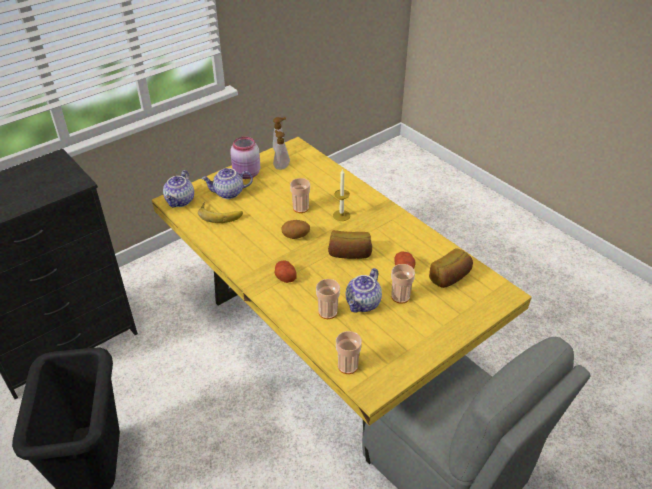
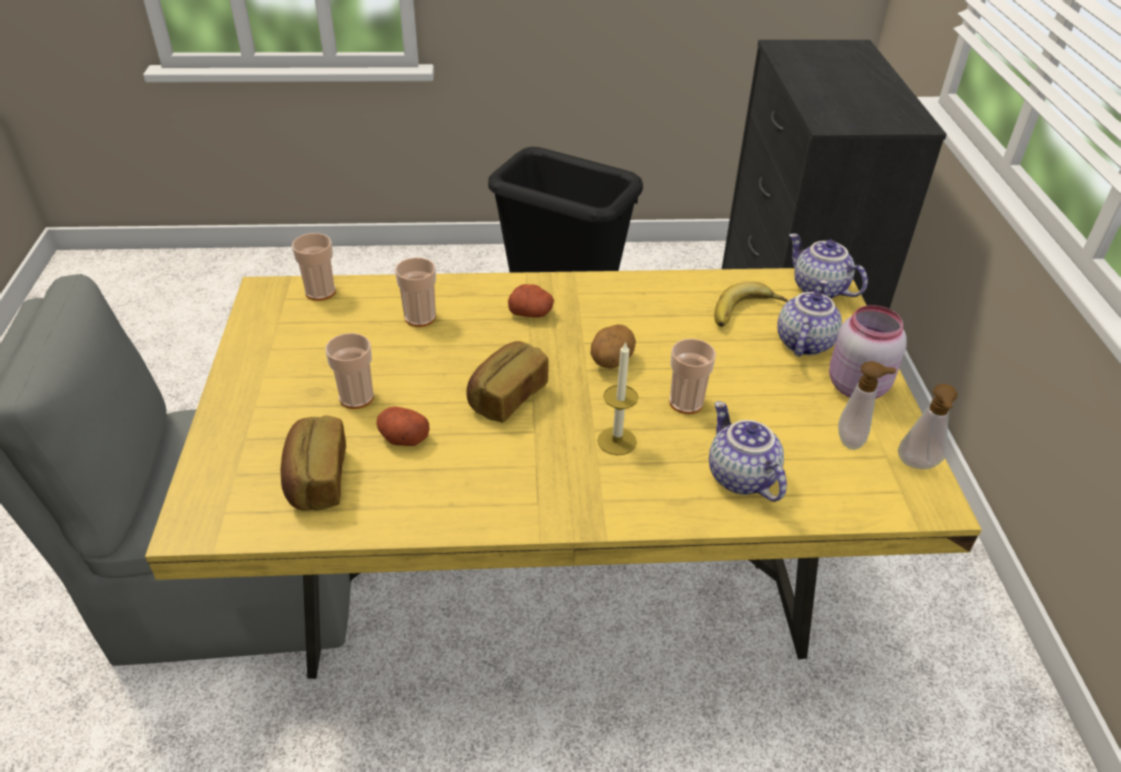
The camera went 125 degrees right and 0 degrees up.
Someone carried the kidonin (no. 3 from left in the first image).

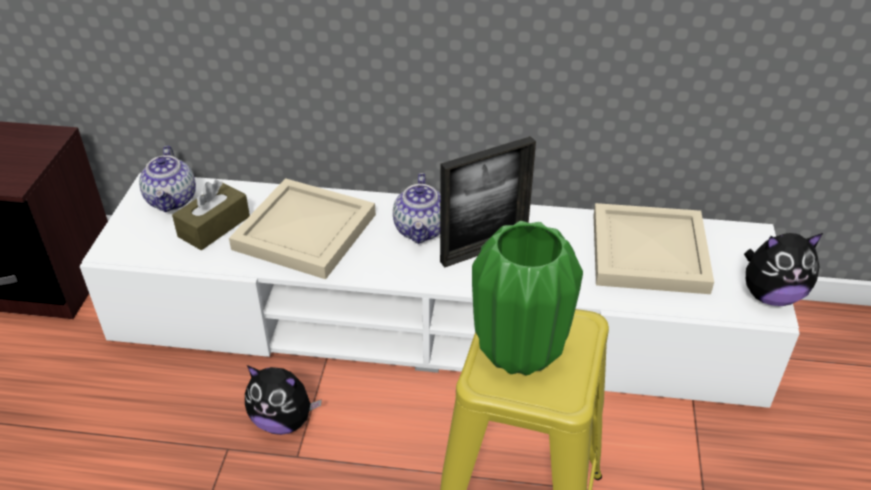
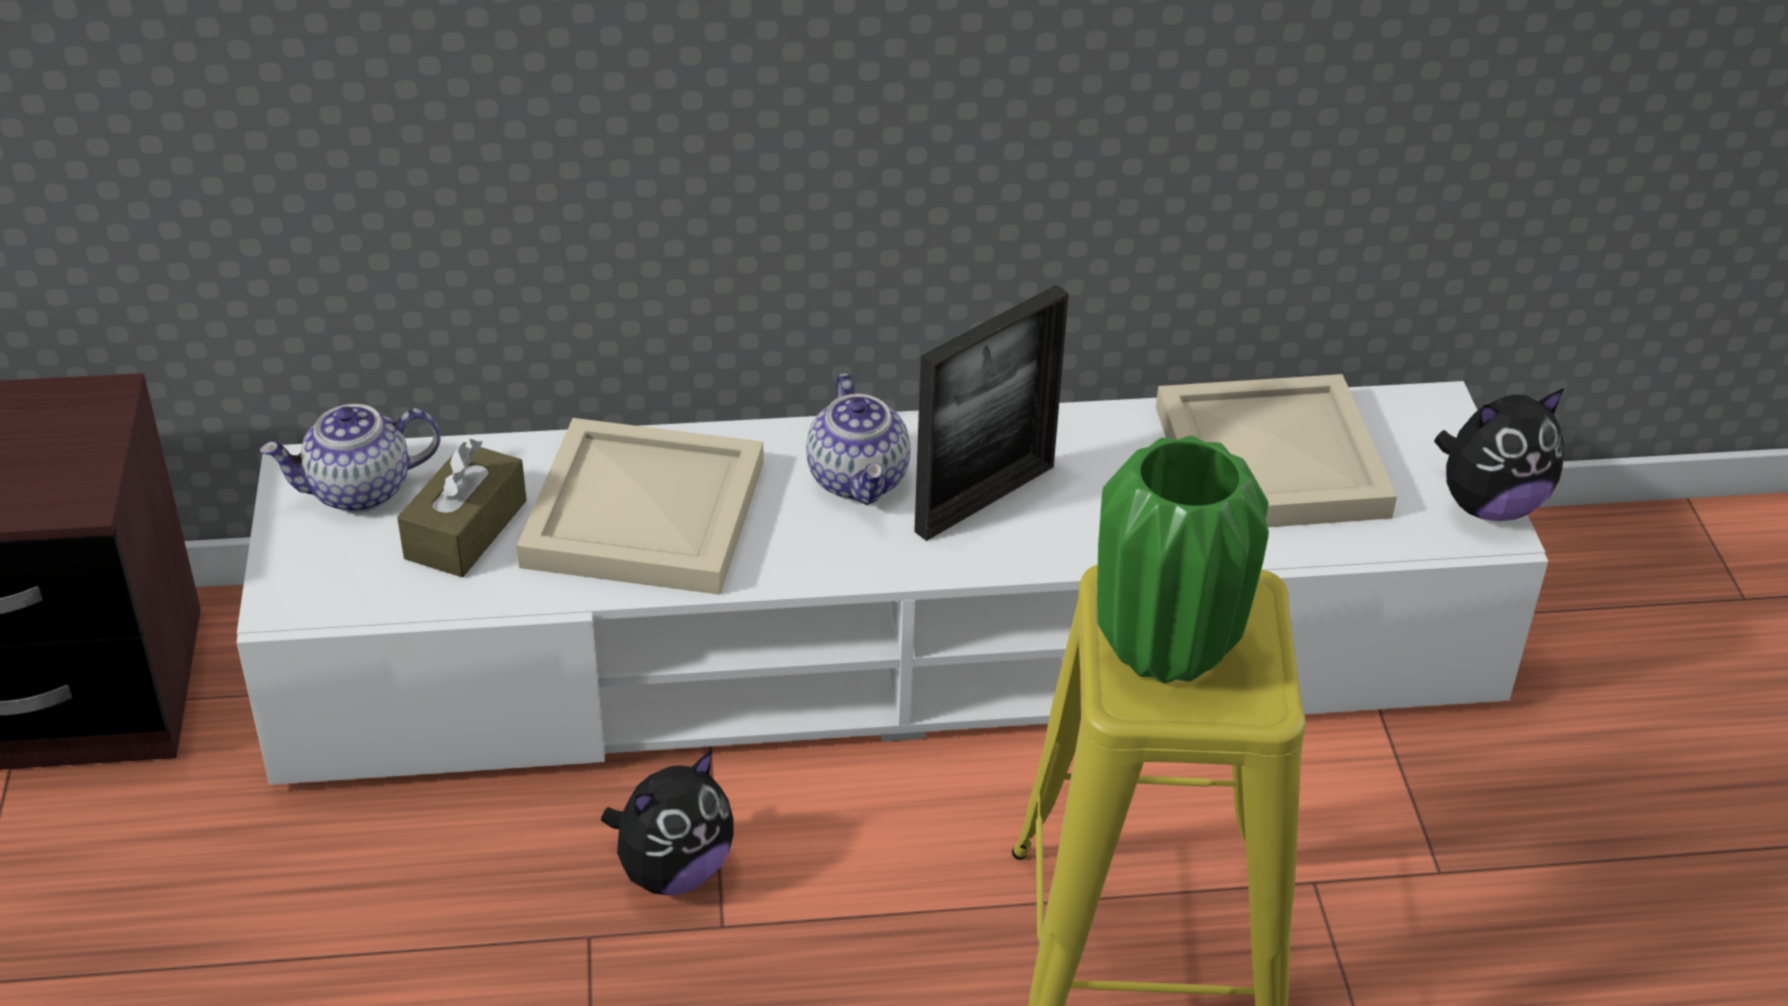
The camera went 15 degrees left and 0 degrees up.
Someone rotated the kidonin (no. 1 from left) by 90 degrees clockwise.
Someone rotated the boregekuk (no. 1 from left) by 45 degrees counterclockwise.

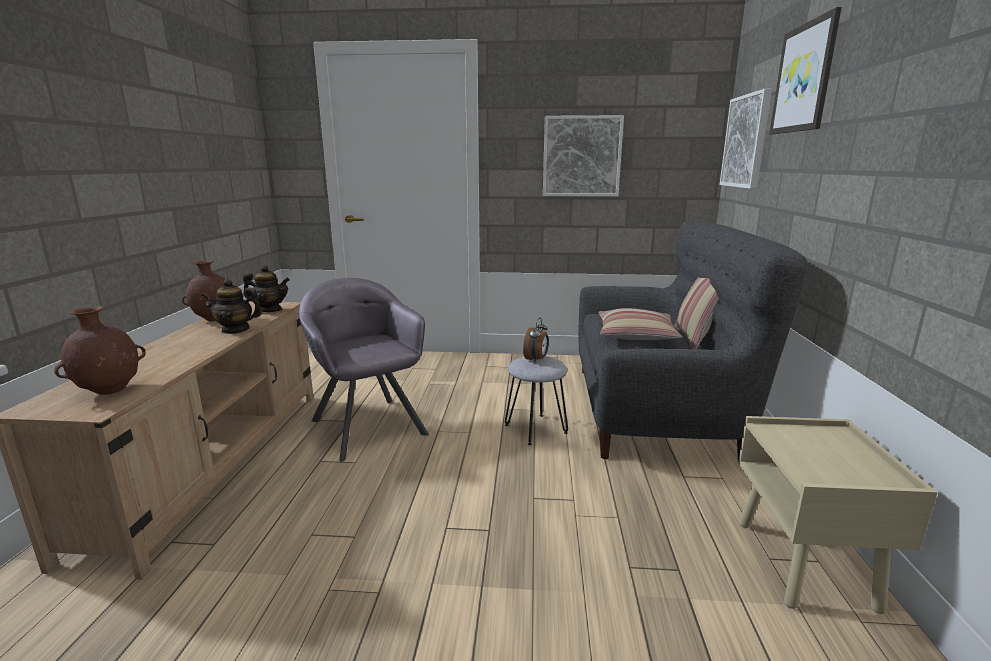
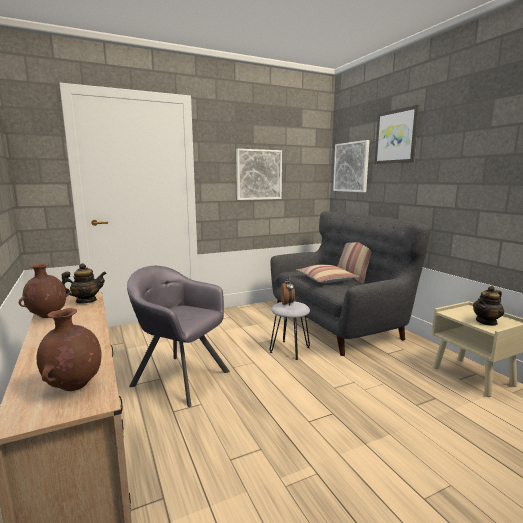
The camera went 30 degrees left and 5 degrees down.
Someone carried the kidonin (no. 1 from left in the first image).

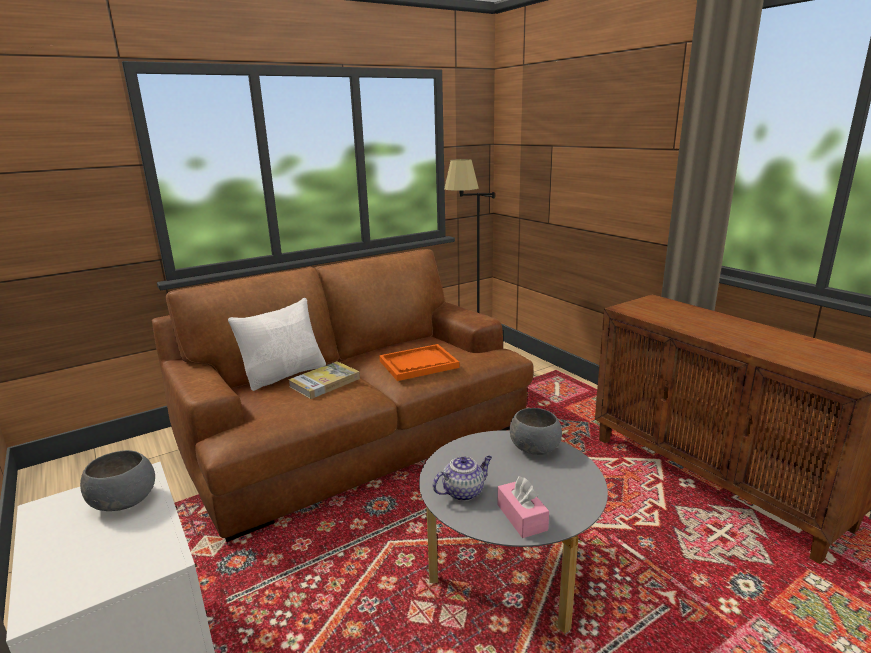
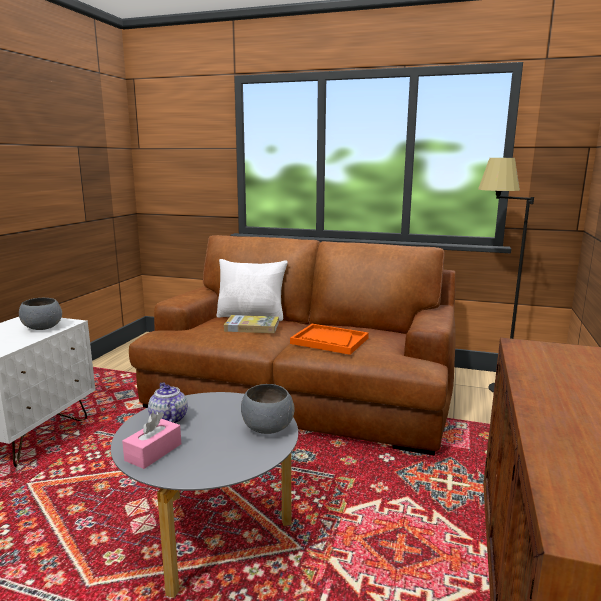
The camera went 50 degrees right and 5 degrees down.
Someone rotated the kidonin by 135 degrees counterclockwise.

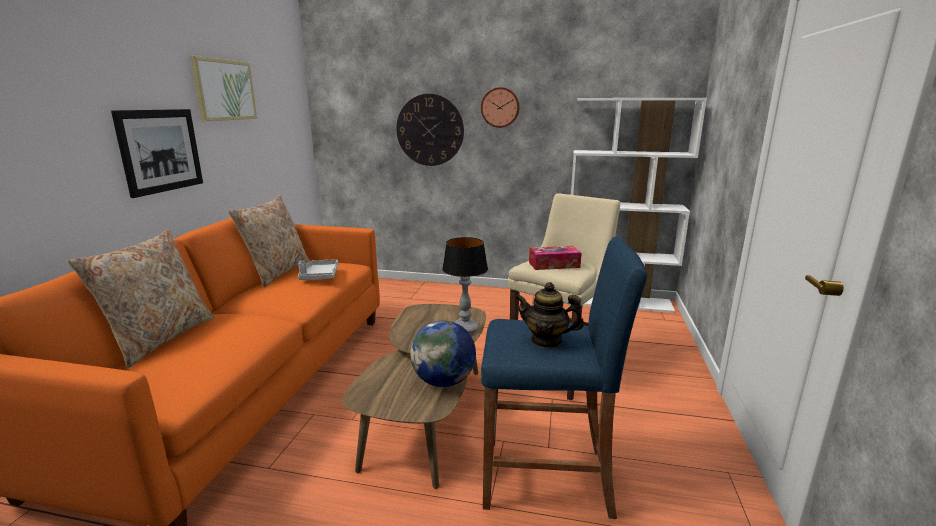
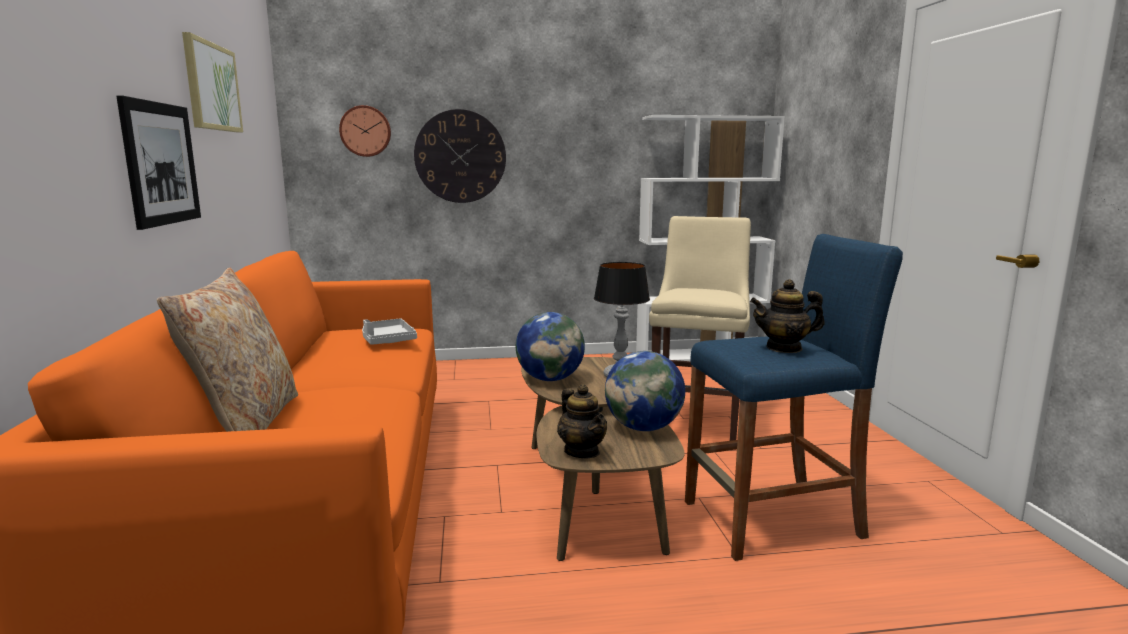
The camera went 20 degrees left and 5 degrees down.
Someone carried the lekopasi (no. 2 from left in the first image).
Someone put down the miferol (no. 1 from left).
Someone put down the kidonin (no. 1 from left).
Someone took away the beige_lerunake (no. 2 from left).
Someone took away the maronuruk.

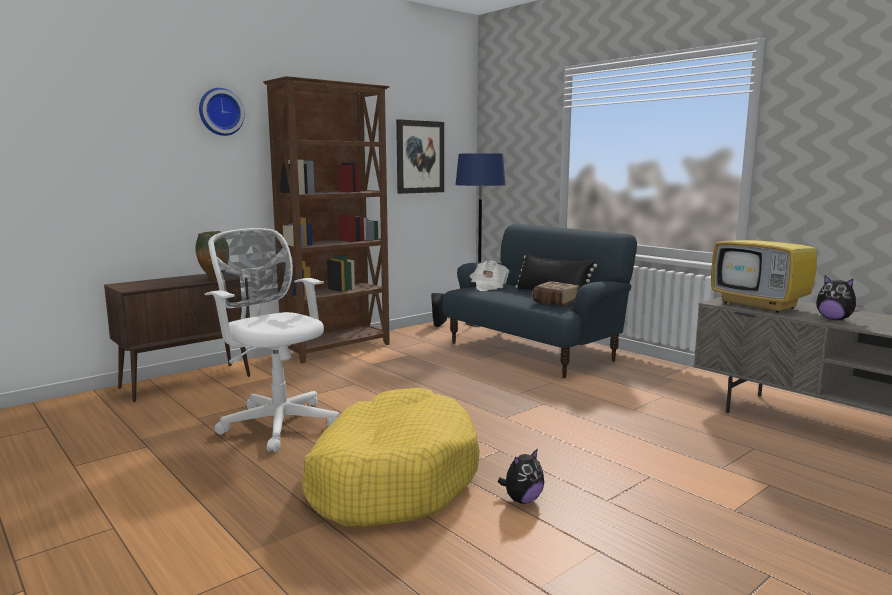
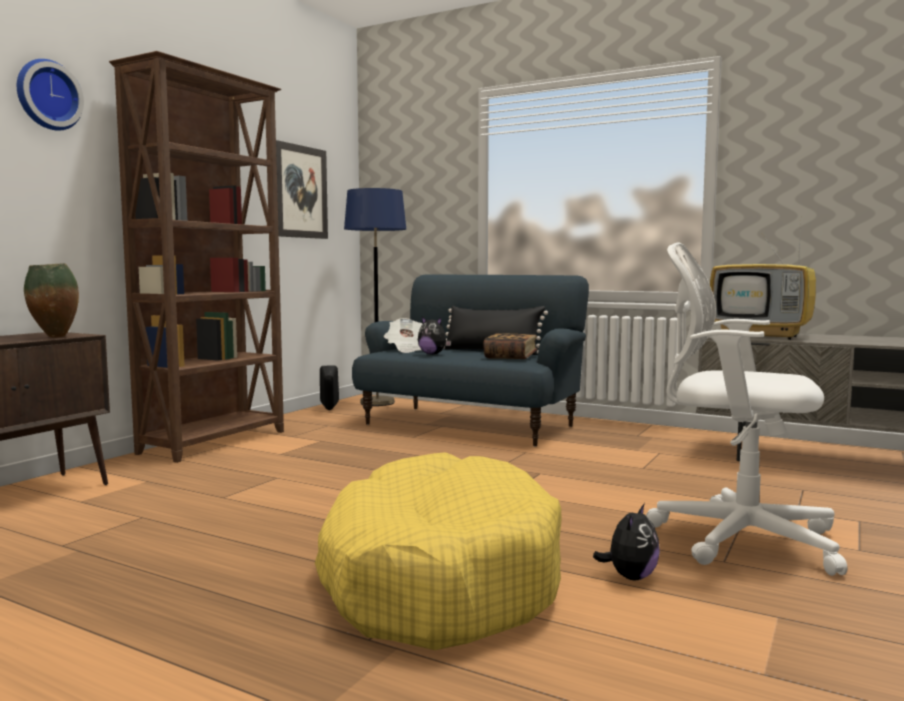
The camera went 20 degrees left and 5 degrees down.
Someone carried the boregekuk (no. 2 from left in the first image).
Someone carried the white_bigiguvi.

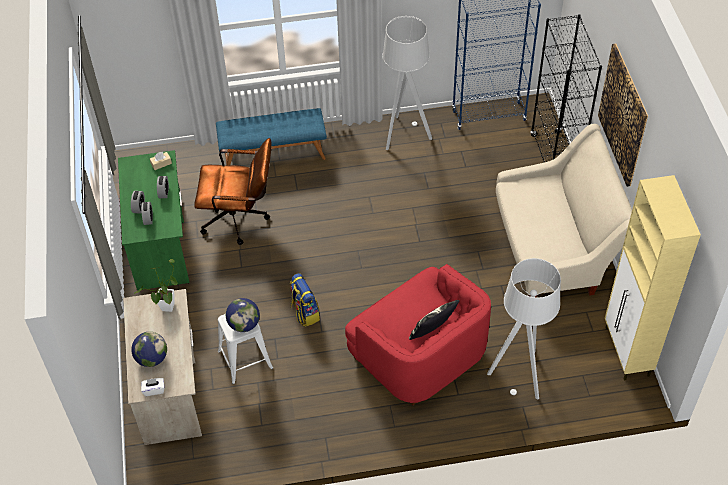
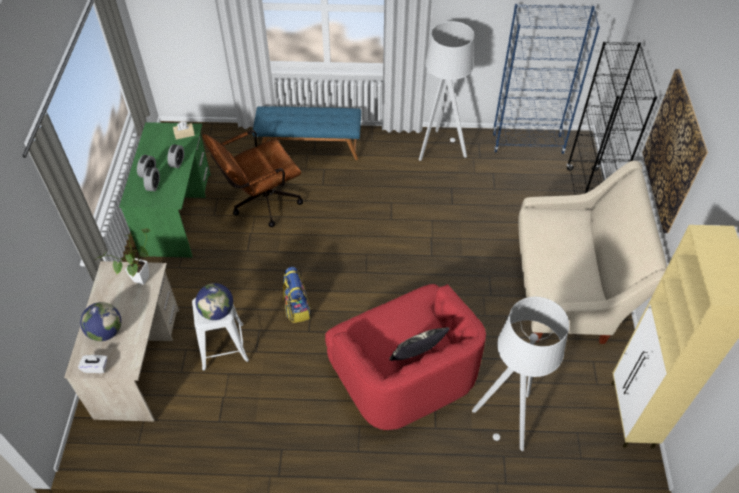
The camera went 10 degrees right and 0 degrees up.
Someone rotated the brown_bigiguvi by 135 degrees clockwise.

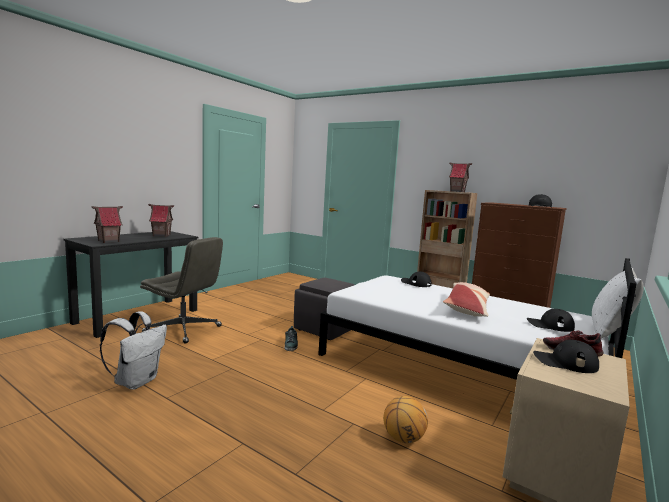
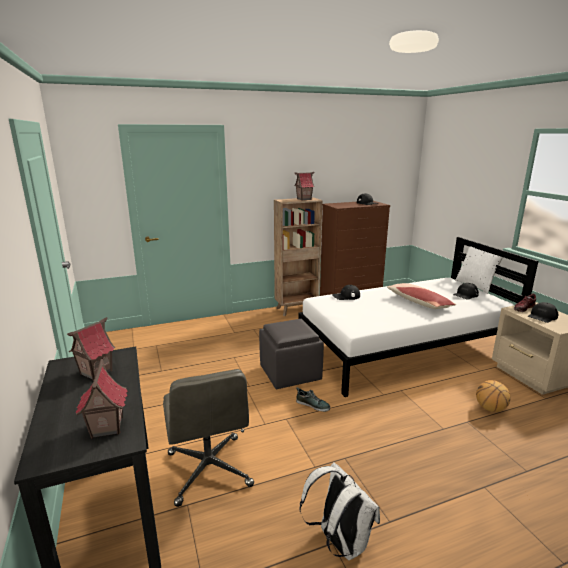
The camera went 55 degrees left and 10 degrees up.
Someone rotated the grey_bigiguvi by 105 degrees clockwise.

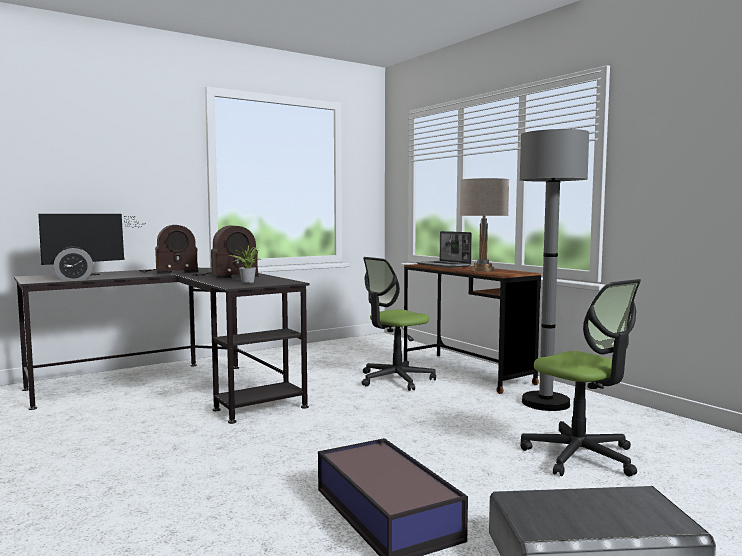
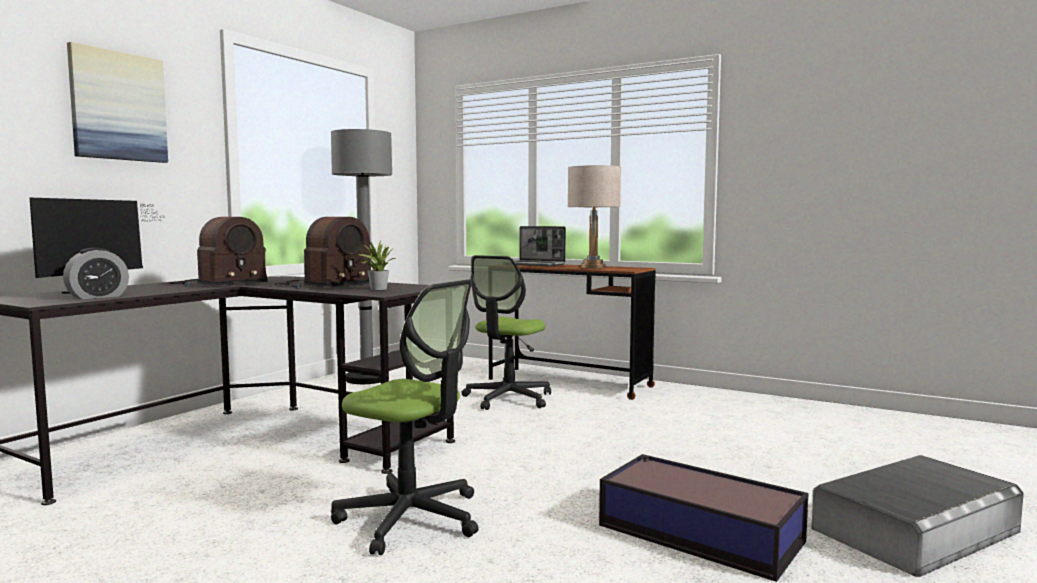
The camera went 25 degrees left and 0 degrees up.
Someone put up the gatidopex.
Someone carried the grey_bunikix.
Someone carried the bigiguvi (no. 2 from left in the first image).

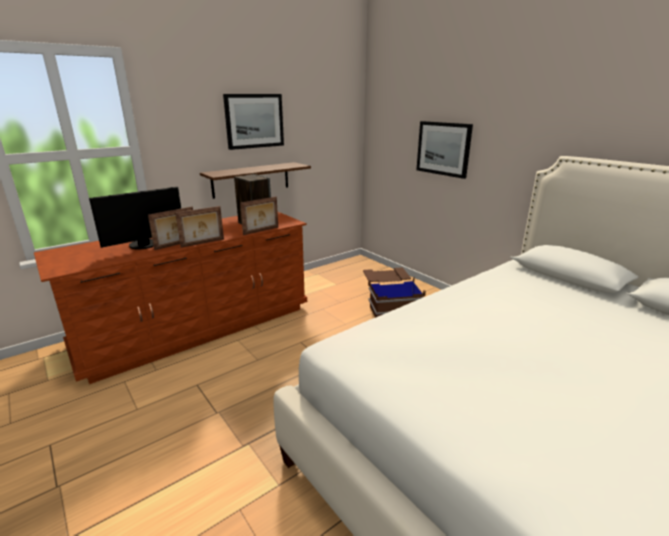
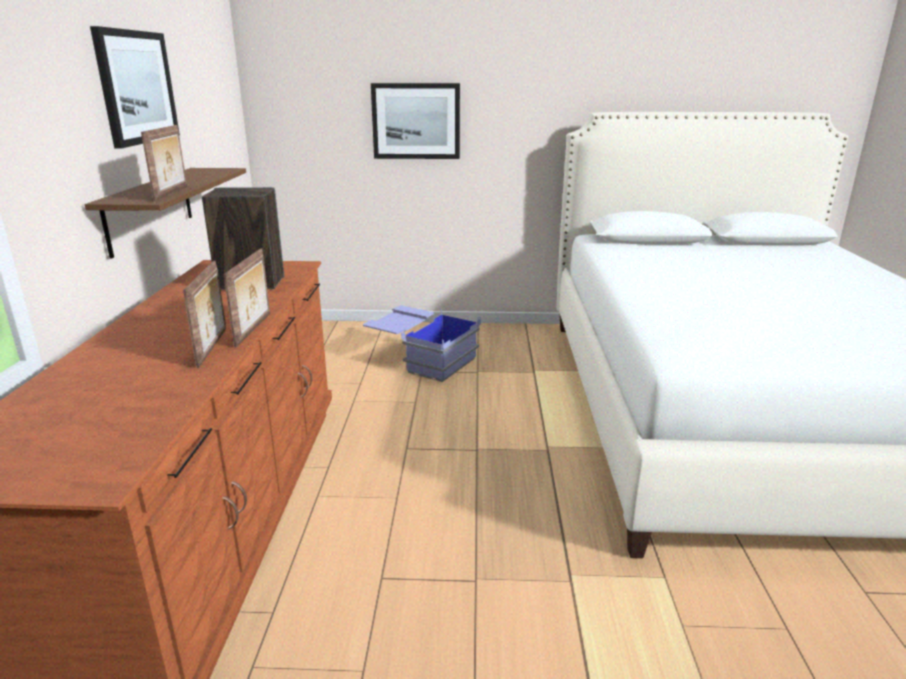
The camera went 50 degrees left and 0 degrees up.
Someone carried the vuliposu (no. 3 from left in the first image).
Someone repainted the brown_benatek, which became the blue_benatek.
Someone took away the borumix.

